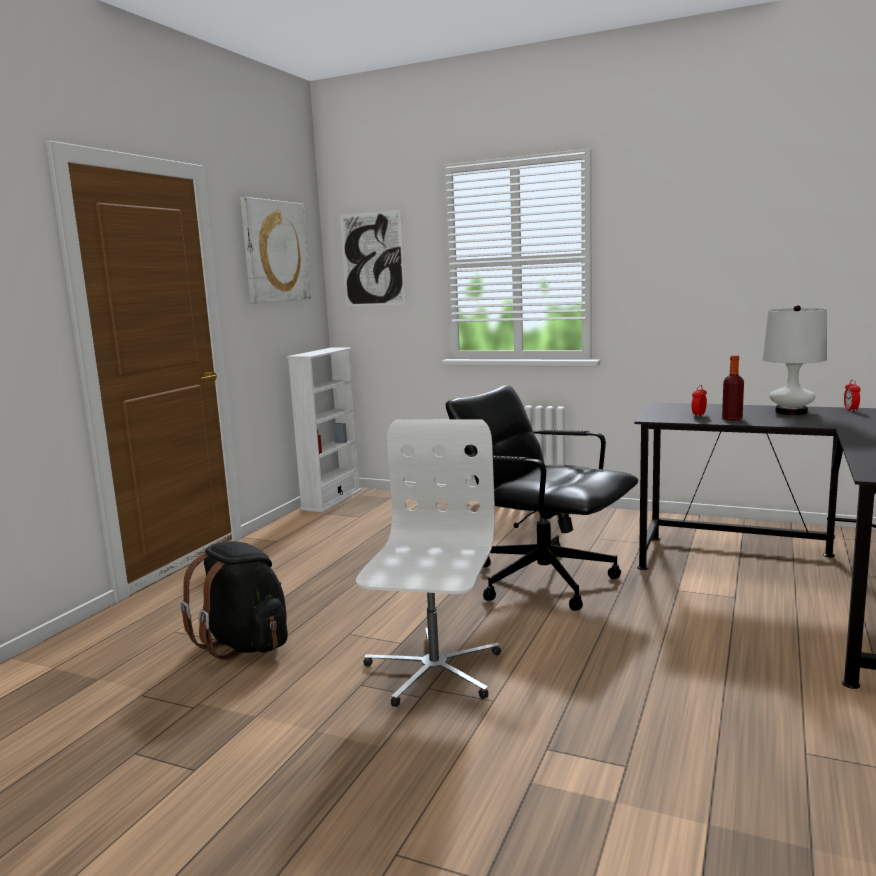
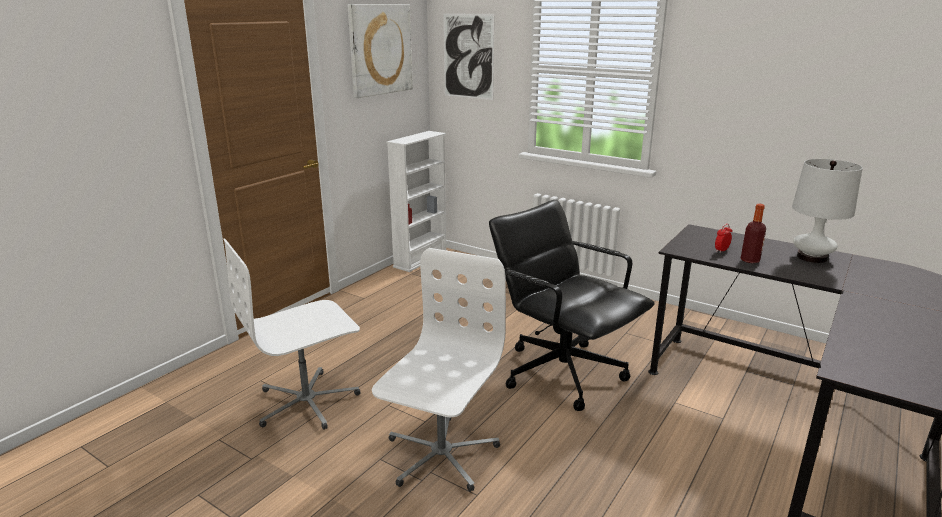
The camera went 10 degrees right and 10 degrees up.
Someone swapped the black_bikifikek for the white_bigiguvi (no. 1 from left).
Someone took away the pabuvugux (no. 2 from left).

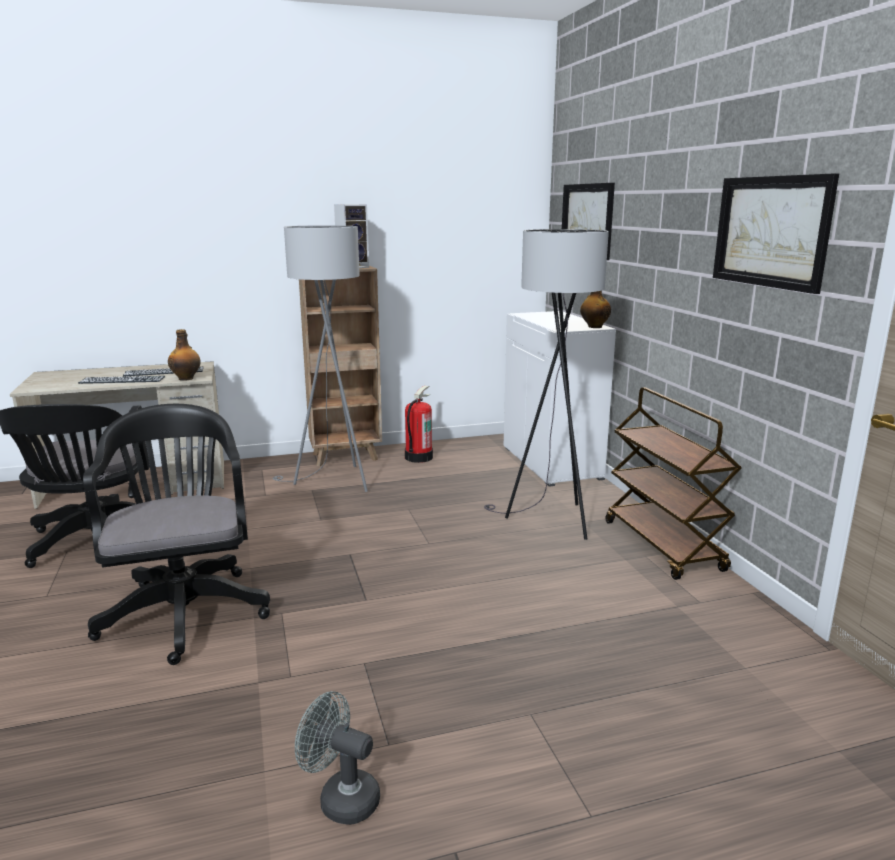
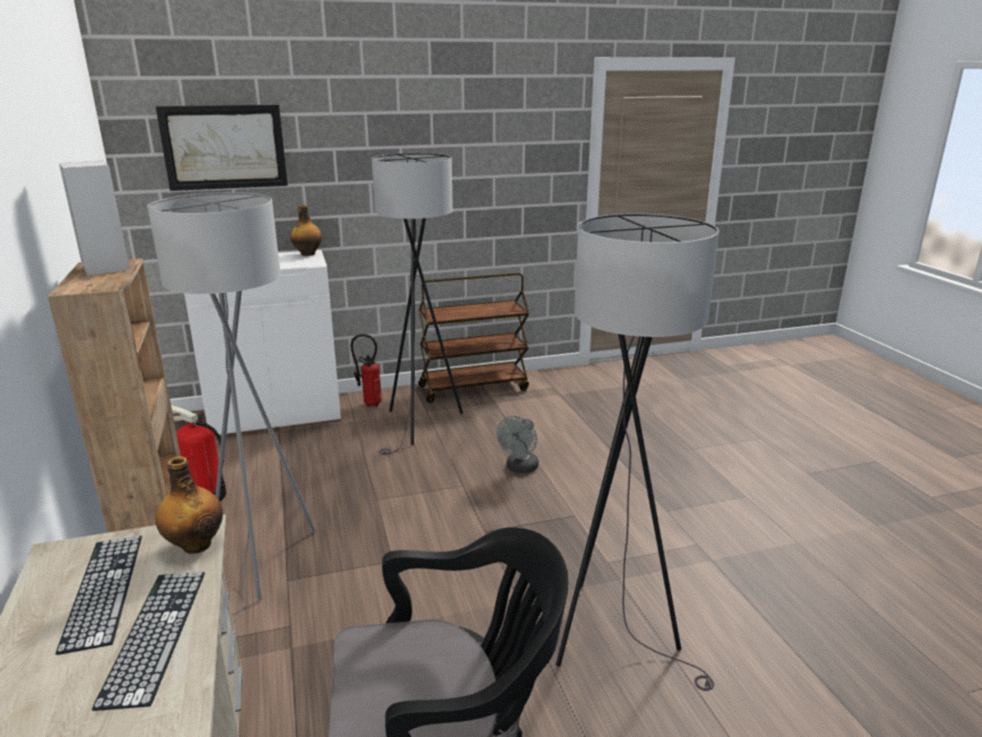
The camera went 90 degrees left and 5 degrees up.
Someone put down the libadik (no. 2 from left).
Someone carried the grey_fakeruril.
Someone swapped the black_bigiguvi (no. 2 from left) for the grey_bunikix (no. 3 from left).
Someone took away the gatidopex (no. 2 from left).

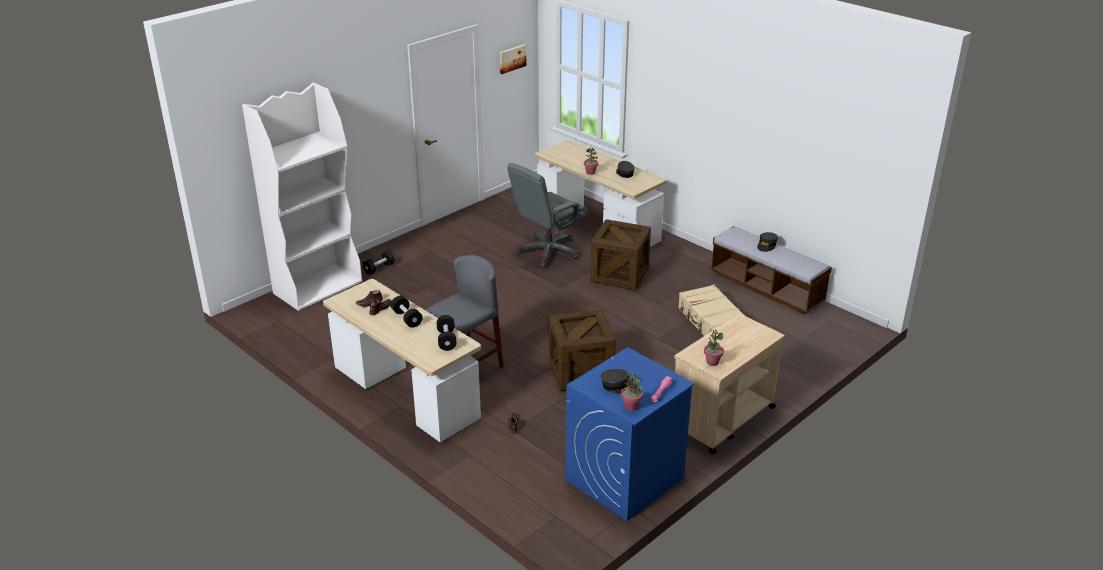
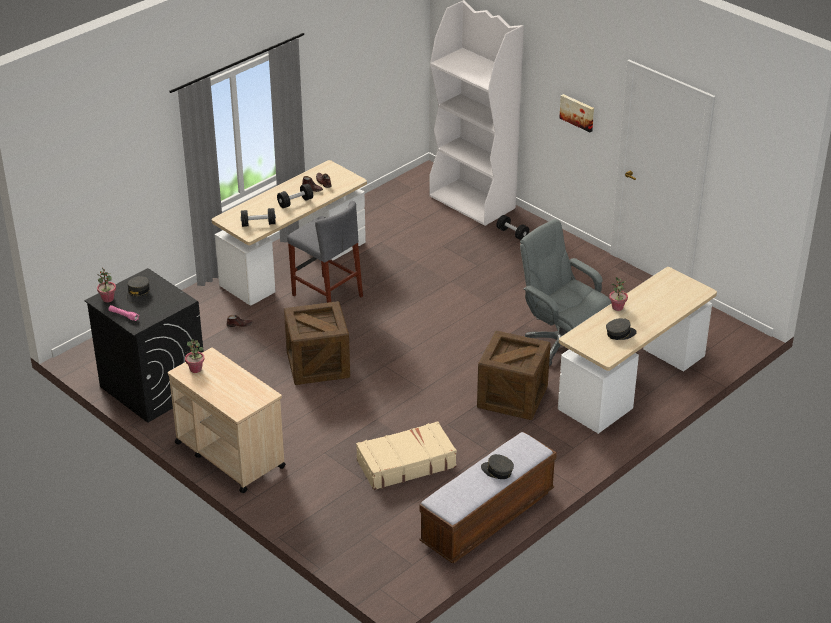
The camera went 90 degrees right and 5 degrees up.
Someone repainted the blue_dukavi, which became the black_dukavi.
Someone carried the gatidopex.

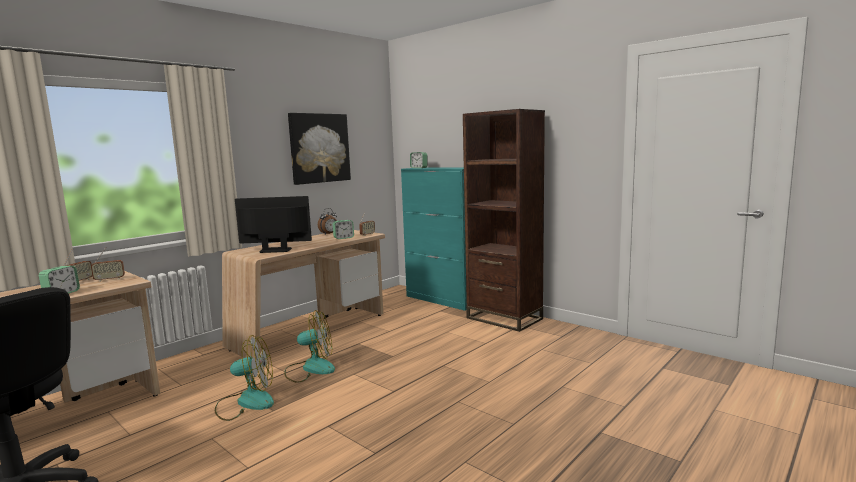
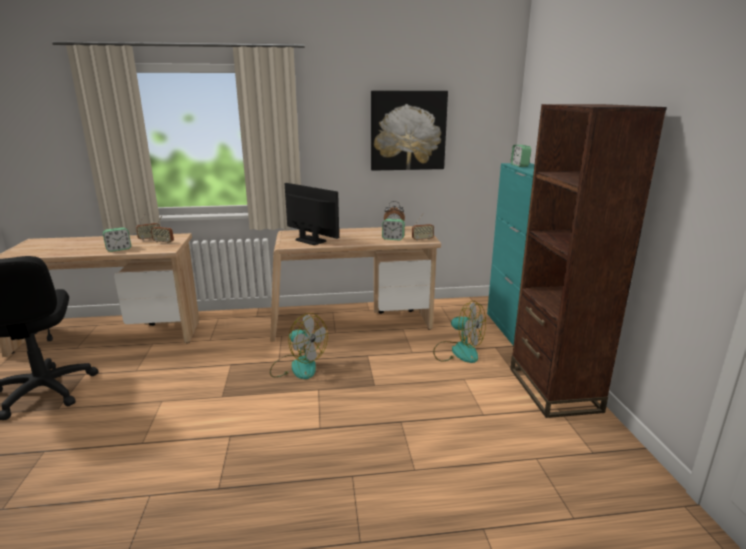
The camera went 40 degrees right and 10 degrees up.
Someone carried the fakeruril (no. 1 from left in the first image).

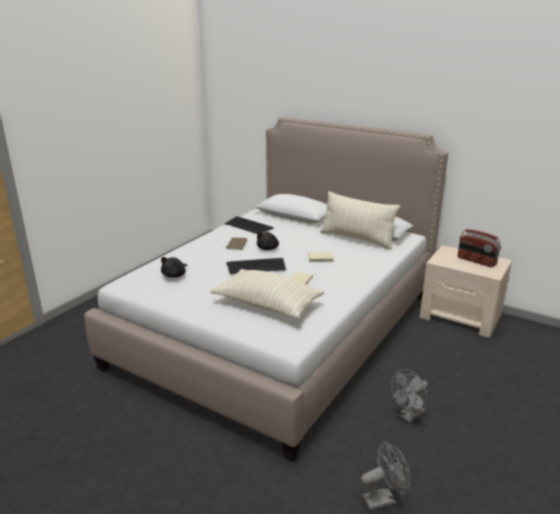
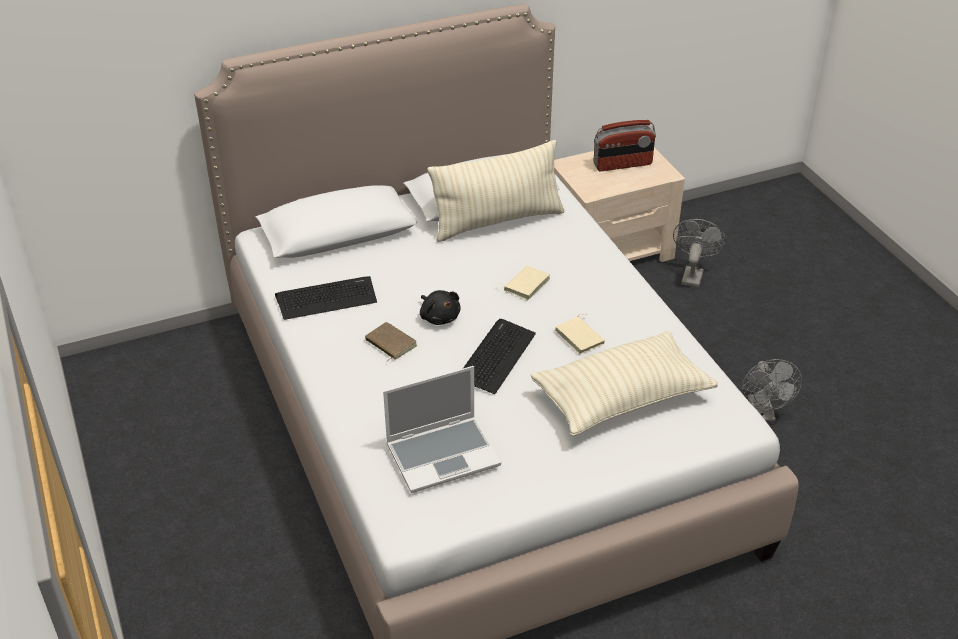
The camera went 55 degrees left and 15 degrees up.
Someone swapped the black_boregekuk (no. 1 from left) for the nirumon.
Someone carried the grey_fakeruril (no. 1 from left).

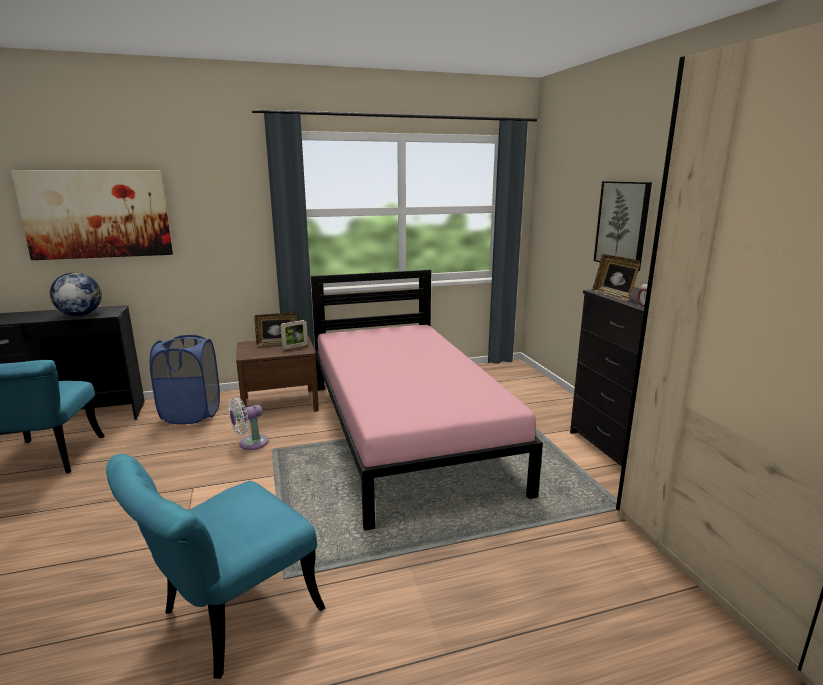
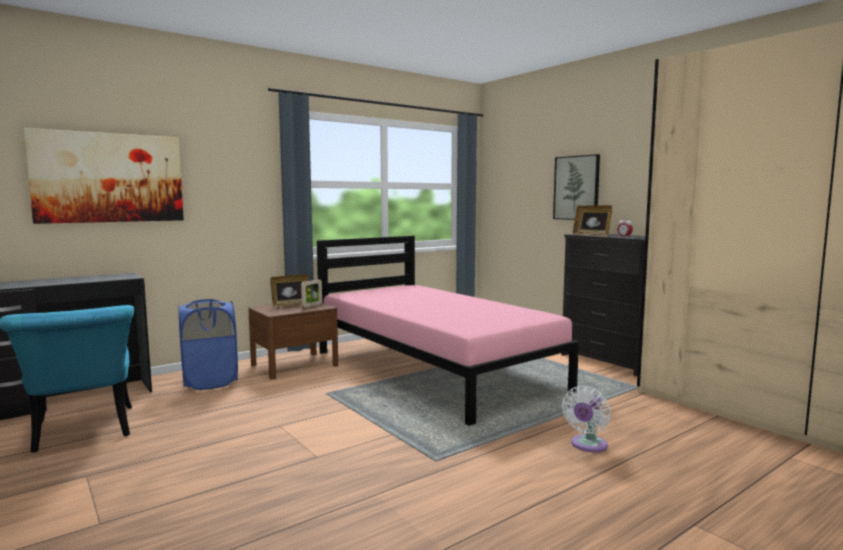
The camera went 20 degrees left and 10 degrees down.
Someone carried the white_fakeruril.
Someone took away the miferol.
Someone took away the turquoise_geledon (no. 2 from left).

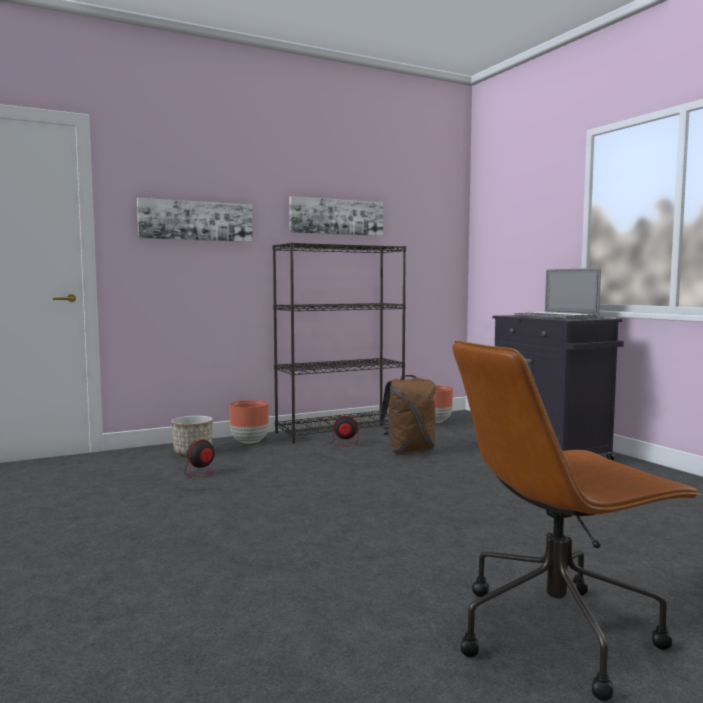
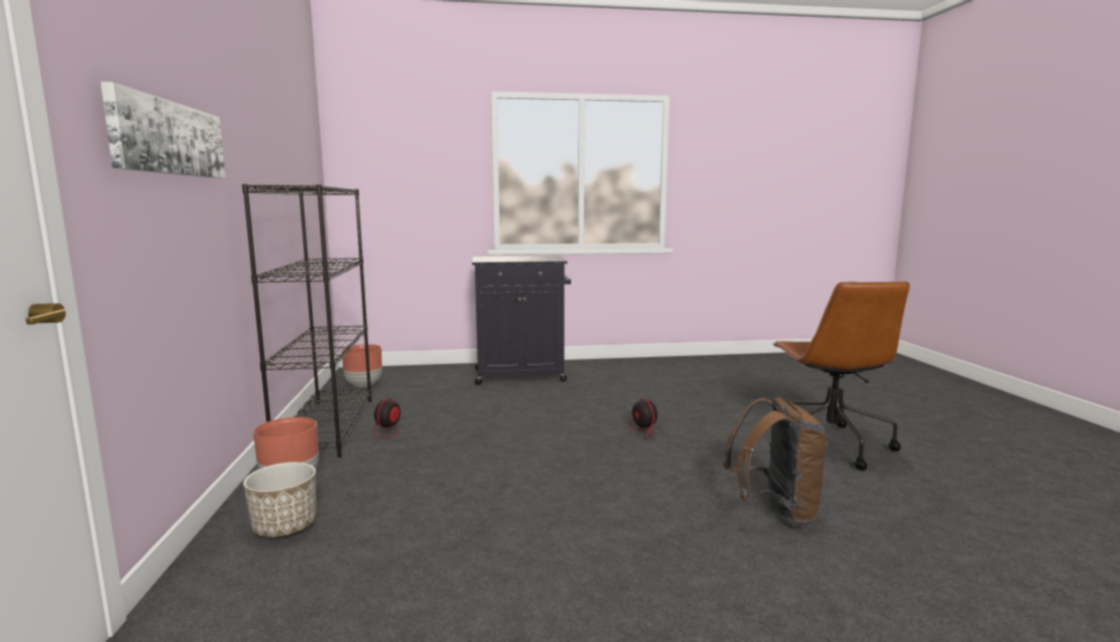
The camera went 70 degrees left and 5 degrees up.
Someone carried the fakeruril (no. 1 from left in the first image).
Someone carried the brown_bikifikek.
Someone took away the gatidopex (no. 2 from left).
Someone took away the nirumon.

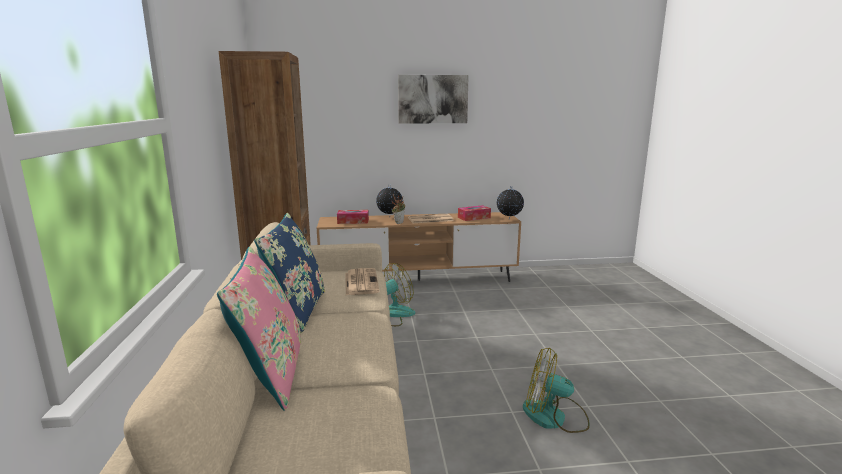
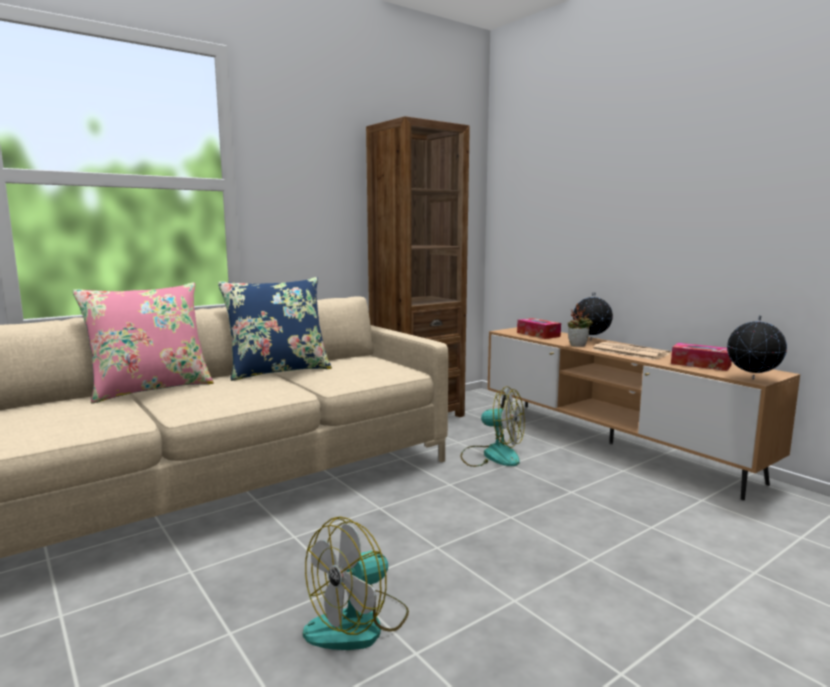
The camera went 60 degrees right and 5 degrees down.
Someone rotated the fakeruril (no. 2 from left in the first image) by 120 degrees counterclockwise.
Someone took away the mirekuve (no. 1 from left).
Someone took away the gatidopex.

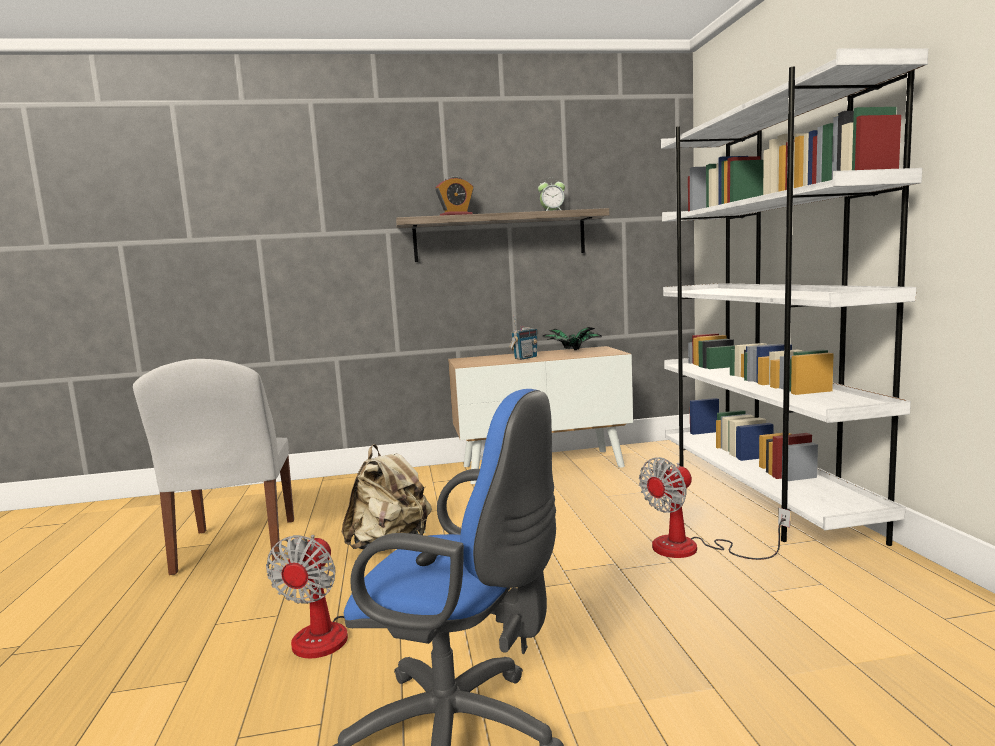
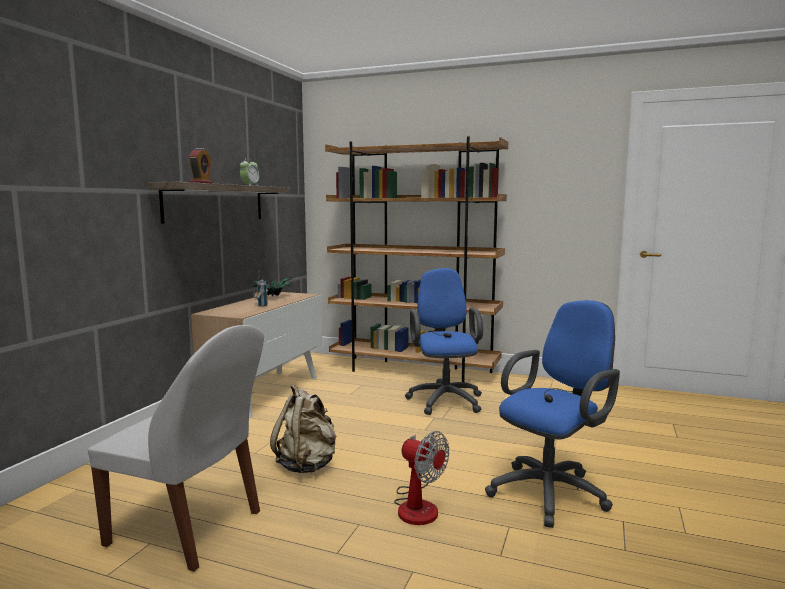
The camera went 60 degrees left and 0 degrees up.
Someone repainted the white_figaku, which became the brown_figaku.
Someone swapped the fakeruril (no. 2 from left) for the blue_bigiguvi (no. 1 from left).

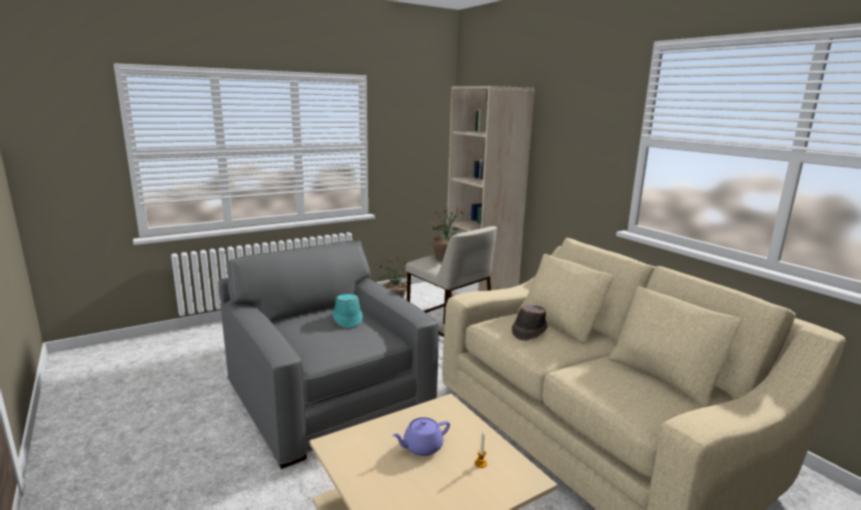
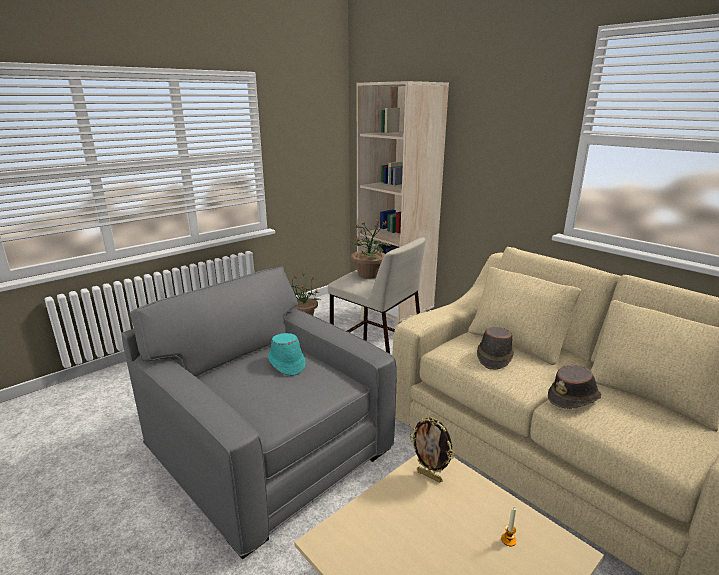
The camera went 10 degrees left and 5 degrees up.
Someone put down the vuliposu.
Someone put down the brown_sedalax (no. 2 from left).
Someone took away the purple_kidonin.

